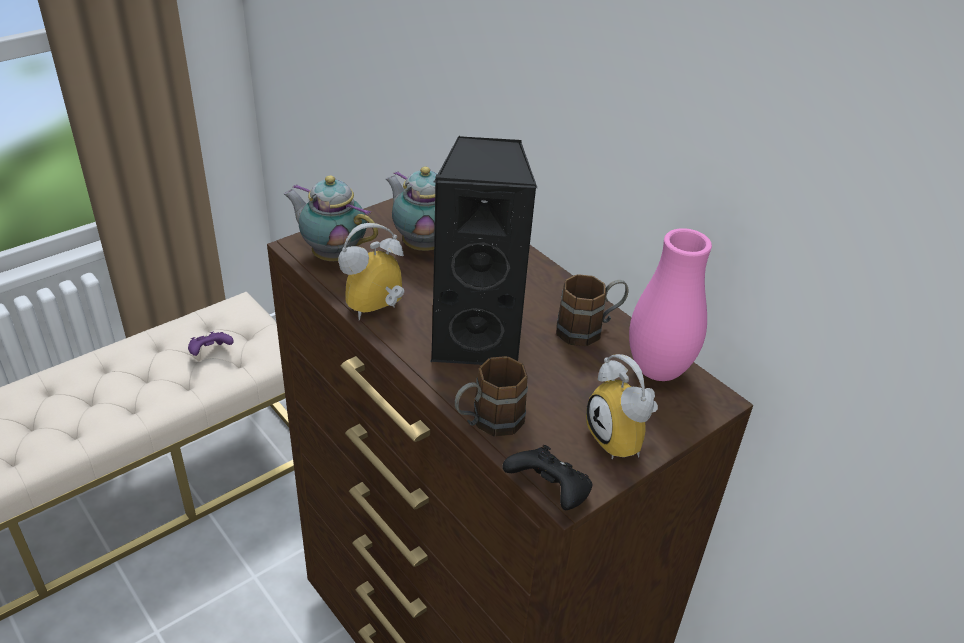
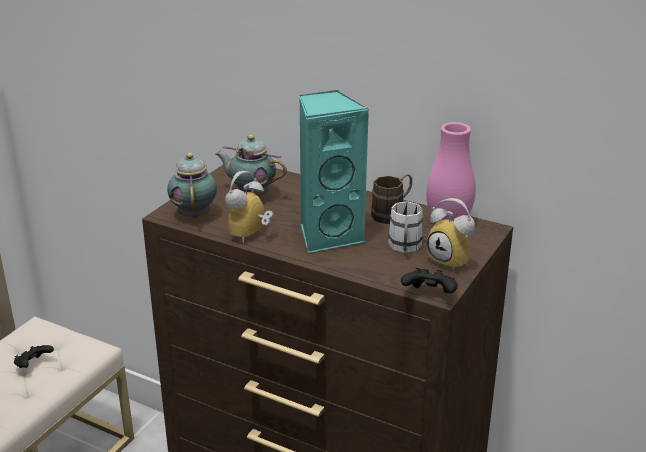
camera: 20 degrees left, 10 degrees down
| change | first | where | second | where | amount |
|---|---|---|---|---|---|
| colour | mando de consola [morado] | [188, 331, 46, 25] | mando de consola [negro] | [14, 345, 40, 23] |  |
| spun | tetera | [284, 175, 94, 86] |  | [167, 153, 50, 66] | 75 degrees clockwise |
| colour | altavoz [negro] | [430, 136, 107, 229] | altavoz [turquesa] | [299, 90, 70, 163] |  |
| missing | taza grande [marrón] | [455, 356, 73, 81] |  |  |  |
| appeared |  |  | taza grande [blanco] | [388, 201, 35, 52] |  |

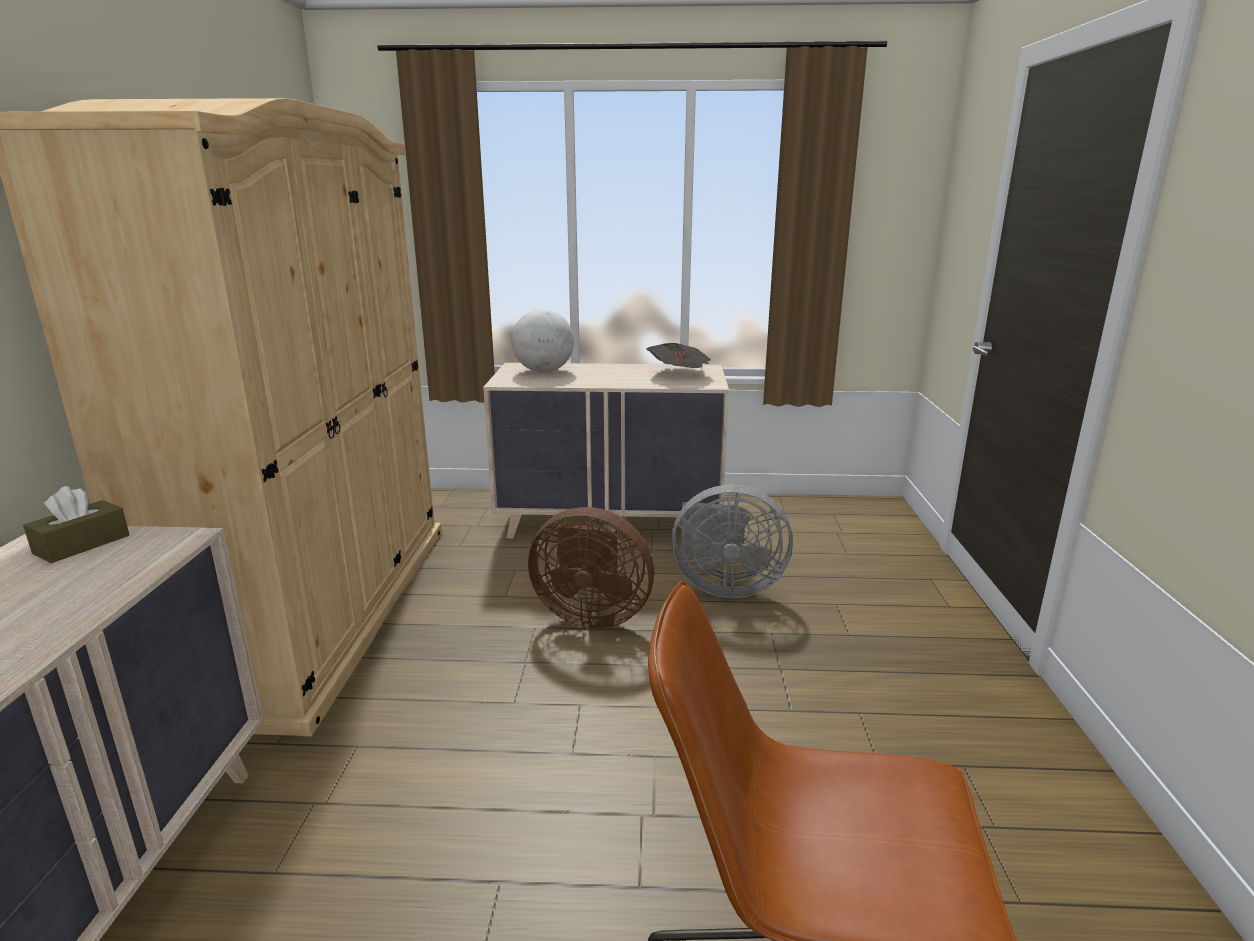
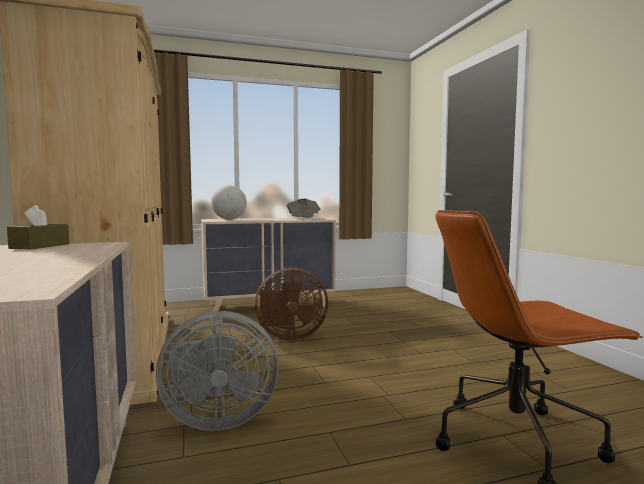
camera: 20 degrees left, 15 degrees down
| change | first | where | second | where | amount |
|---|---|---|---|---|---|
| relocated | ventilador [gris] | [671, 485, 122, 113] |  | [156, 311, 123, 120] |  |

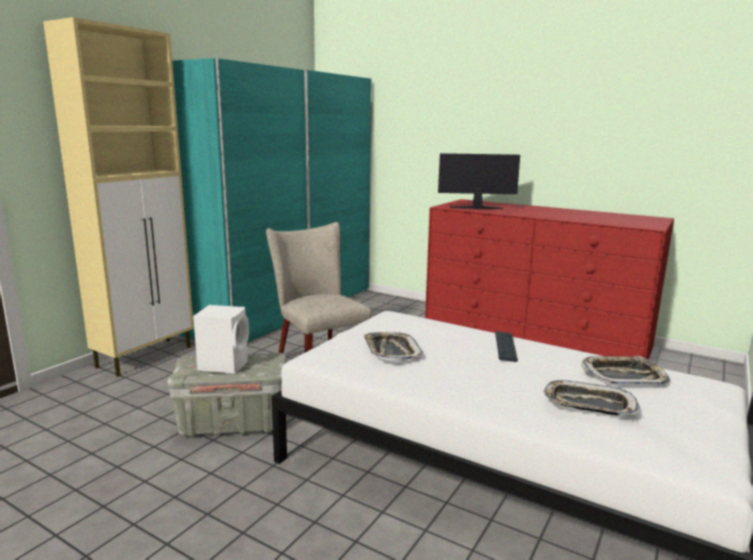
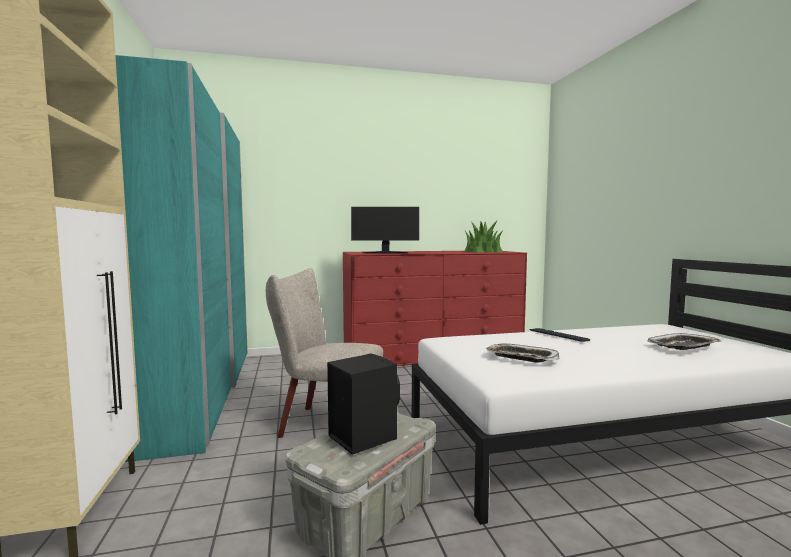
camera: 45 degrees left, 10 degrees down
| change | first | where | second | where | amount |
|---|---|---|---|---|---|
| colour | altavoz [blanco] | [193, 305, 56, 69] | altavoz [negro] | [327, 353, 73, 102] |  |
| spun | monitor | [438, 153, 82, 56] |  | [351, 207, 68, 46] | 135 degrees counterclockwise |
| missing | bandeja | [581, 356, 90, 29] |  |  |  |
| appeared |  |  | planta en maceta | [464, 220, 39, 32] |  |

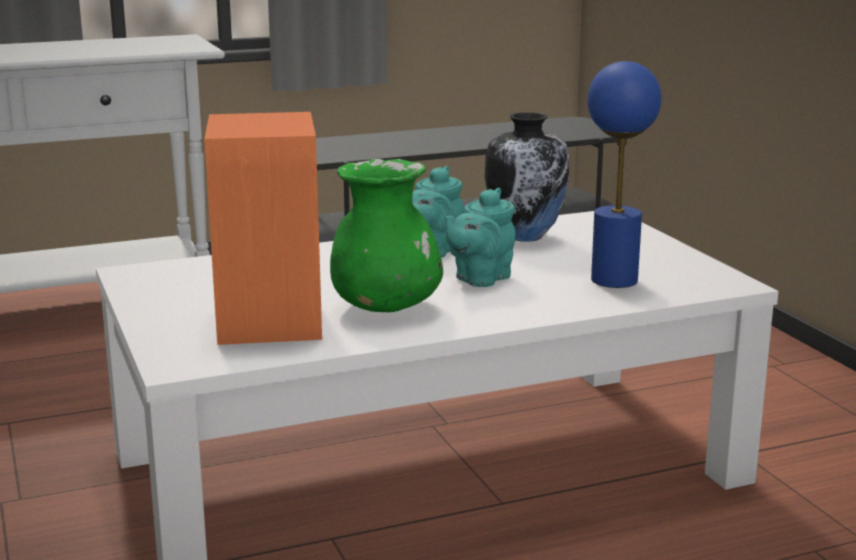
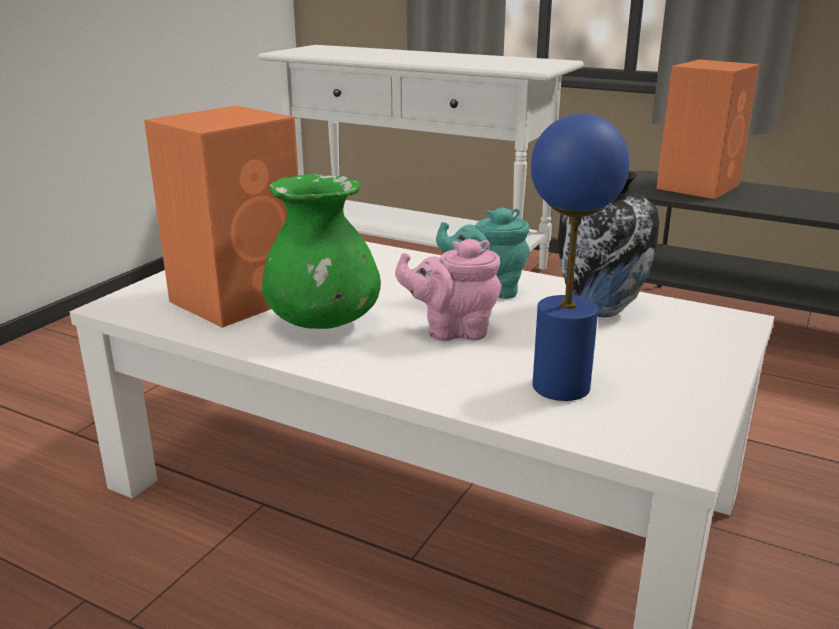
camera: 50 degrees right, 5 degrees up
| change | first | where | second | where | amount |
|---|---|---|---|---|---|
| colour | tetera [turquesa] | [445, 188, 71, 99] | tetera [rosa] | [395, 239, 107, 102] |  |
| appeared |  |  | altavoz [naranja] | [656, 59, 103, 140] |  |

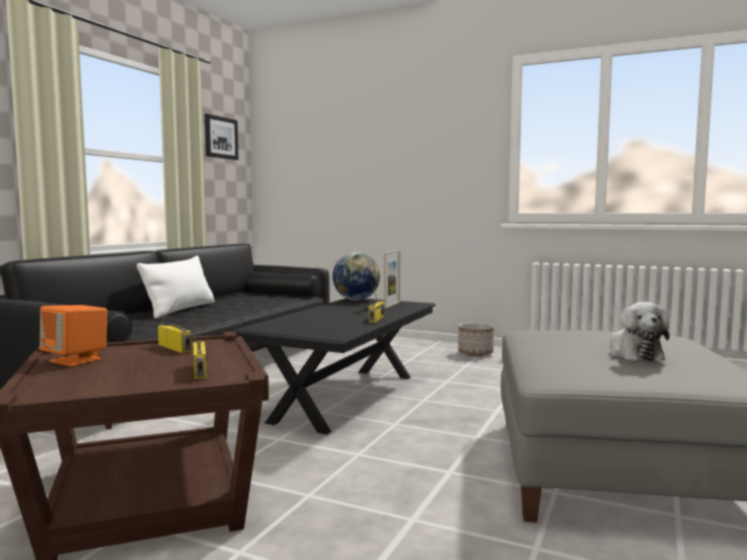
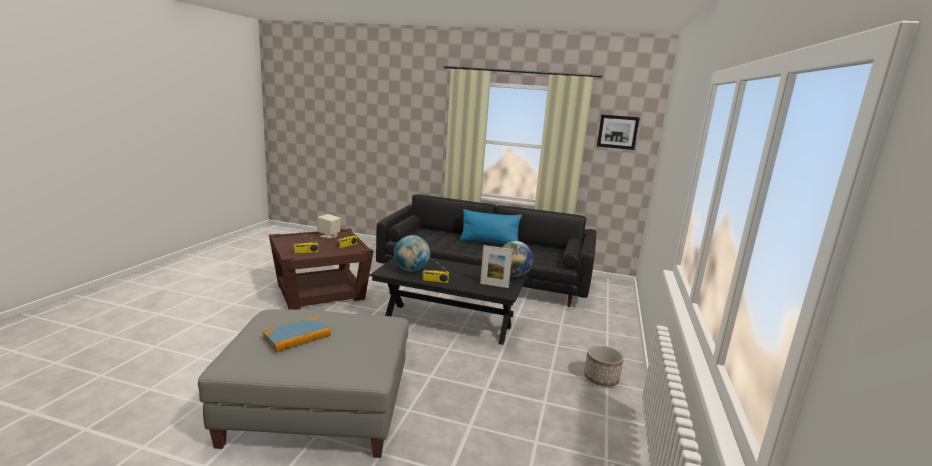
camera: 80 degrees right, 10 degrees up
| change | first | where | second | where | amount |
|---|---|---|---|---|---|
| colour | altavoz [naranja] | [40, 305, 67, 62] | altavoz [beis] | [317, 214, 24, 25] |  |
| colour | cojín [blanco] | [137, 256, 77, 63] | cojín [azul] | [460, 209, 62, 35] |  |
| exchanged | peluche | [610, 302, 60, 59] | libro | [262, 317, 69, 35] |  |
| appeared |  |  | globo terráqueo | [394, 235, 36, 37] |  |

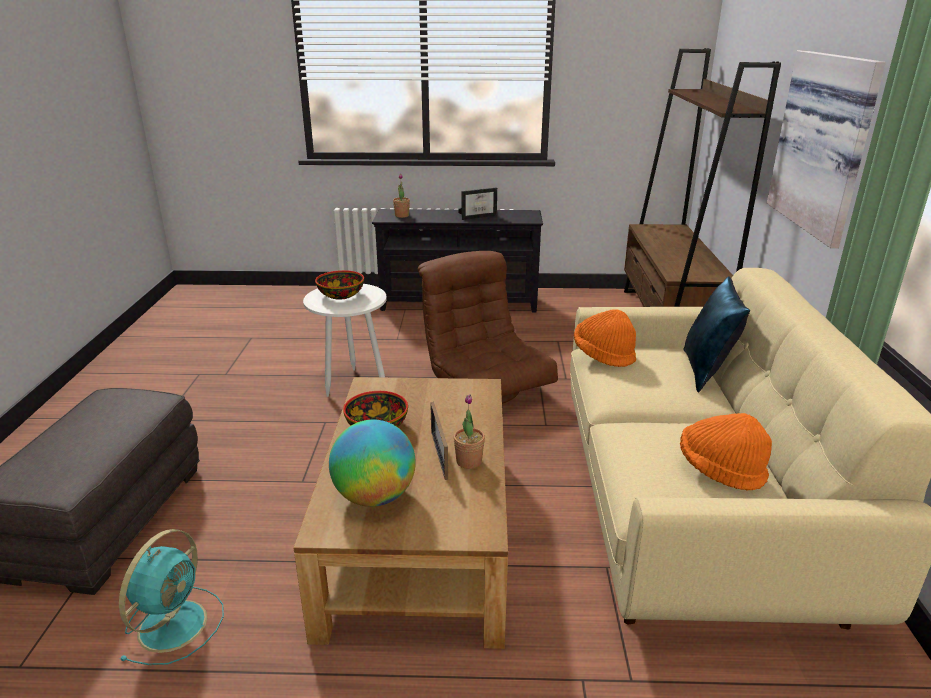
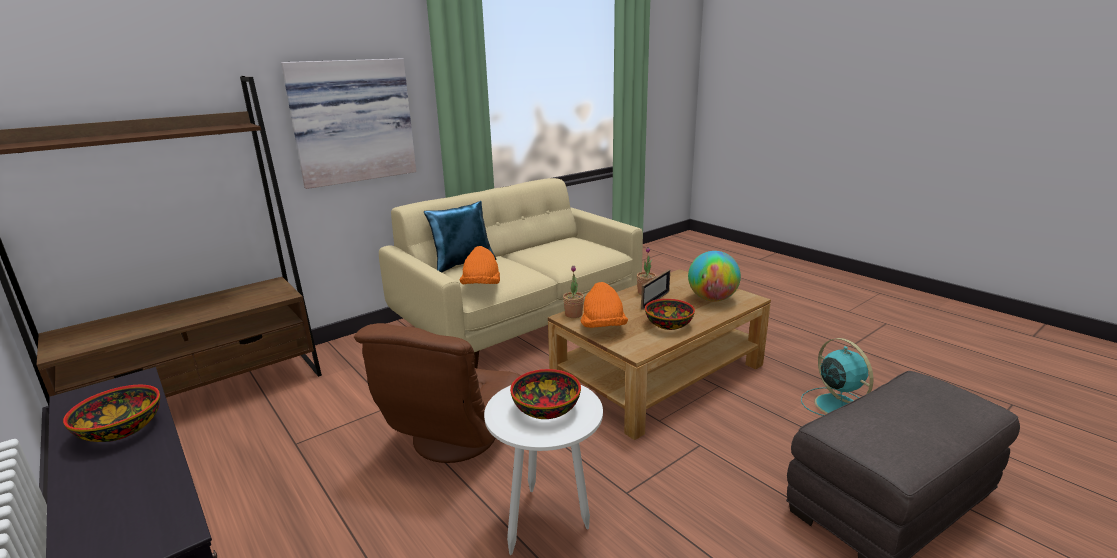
camera: 130 degrees left, 5 degrees down
| change | first | where | second | where | amount |
|---|---|---|---|---|---|
| spun | ventilador [turquesa] | [119, 529, 105, 136] |  | [801, 338, 72, 78] | 90 degrees clockwise |
| relocated | planta en maceta | [393, 174, 17, 44] |  | [563, 265, 21, 53] |  |
| exchanged | portarretratos | [458, 188, 39, 32] | cuenco | [63, 385, 97, 57] |  |
| relocated | sombrero [naranja] | [680, 413, 92, 78] |  | [580, 282, 48, 46] |  |

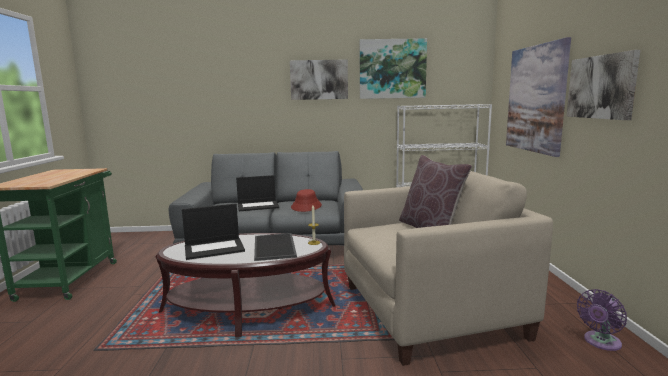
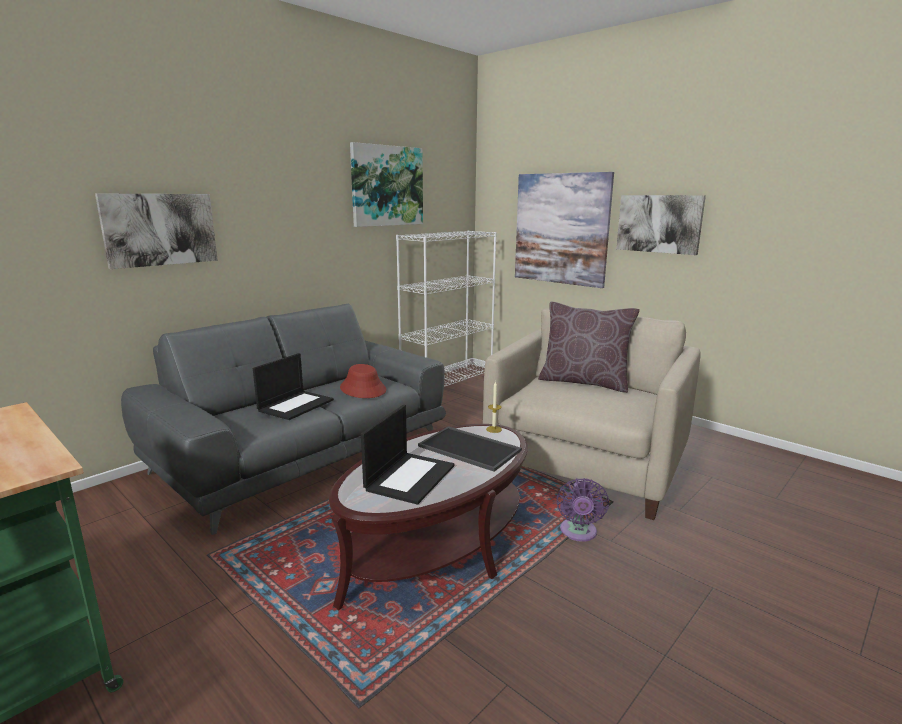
camera: 45 degrees left, 5 degrees up
| change | first | where | second | where | amount |
|---|---|---|---|---|---|
| relocated | cuadro | [290, 59, 58, 41] |  | [95, 194, 123, 75] |  |
| relocated | ventilador [morado] | [577, 289, 50, 62] |  | [556, 478, 53, 64] |  |

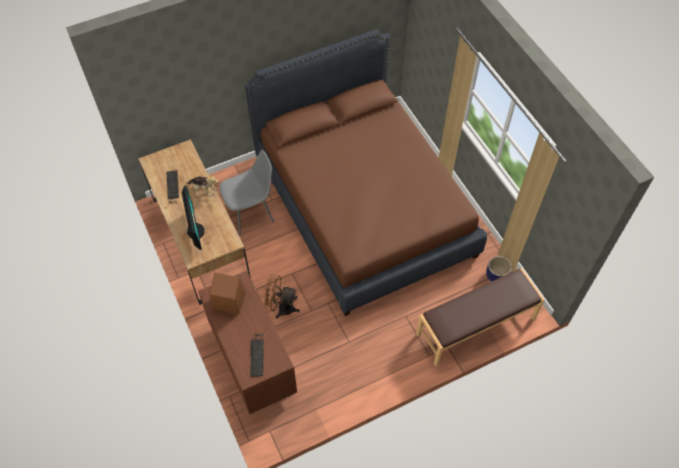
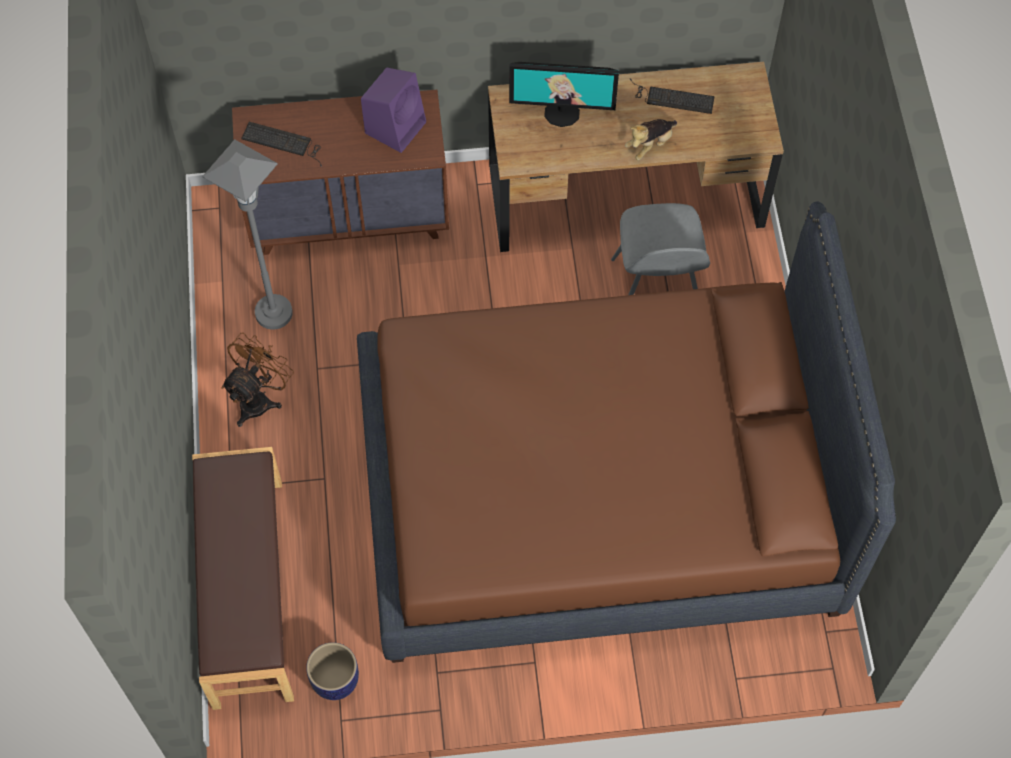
camera: 110 degrees right, 5 degrees up
| change | first | where | second | where | amount |
|---|---|---|---|---|---|
| colour | altavoz [marrón] | [209, 273, 37, 42] | altavoz [morado] | [361, 68, 65, 85] |  |
| relocated | ventilador [marrón] | [263, 275, 37, 44] |  | [222, 332, 72, 95] |  |
| appeared |  |  | lámpara de pie [gris] | [202, 139, 91, 191] |  |

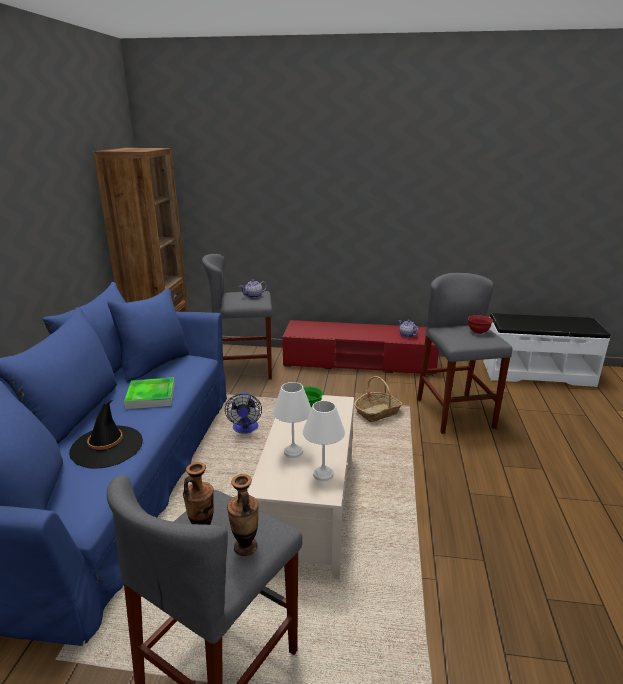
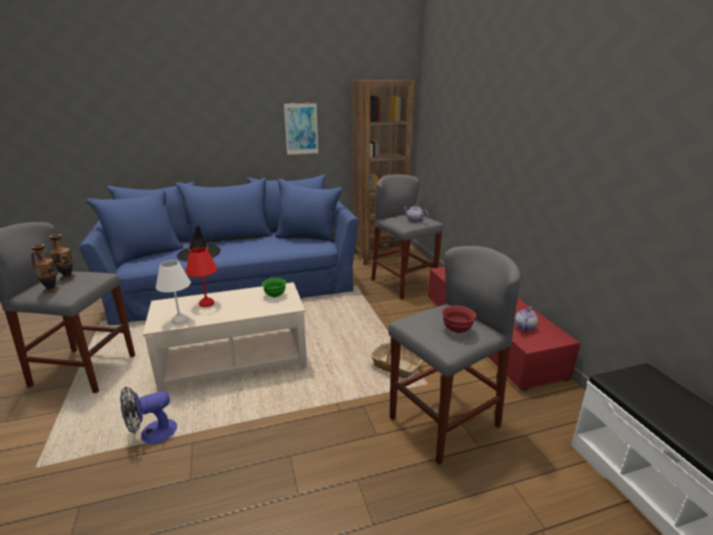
camera: 65 degrees right, 0 degrees up
| change | first | where | second | where | amount |
|---|---|---|---|---|---|
| missing | bandeja | [124, 377, 51, 32] |  |  |  |
| relocated | ventilador | [225, 392, 37, 41] |  | [120, 387, 57, 57] |  |
| colour | lámpara de mesa [blanco] | [273, 382, 38, 76] | lámpara de mesa [rojo] | [185, 247, 32, 60] |  |
| appeared |  |  | cuadro | [284, 103, 34, 52] |  |

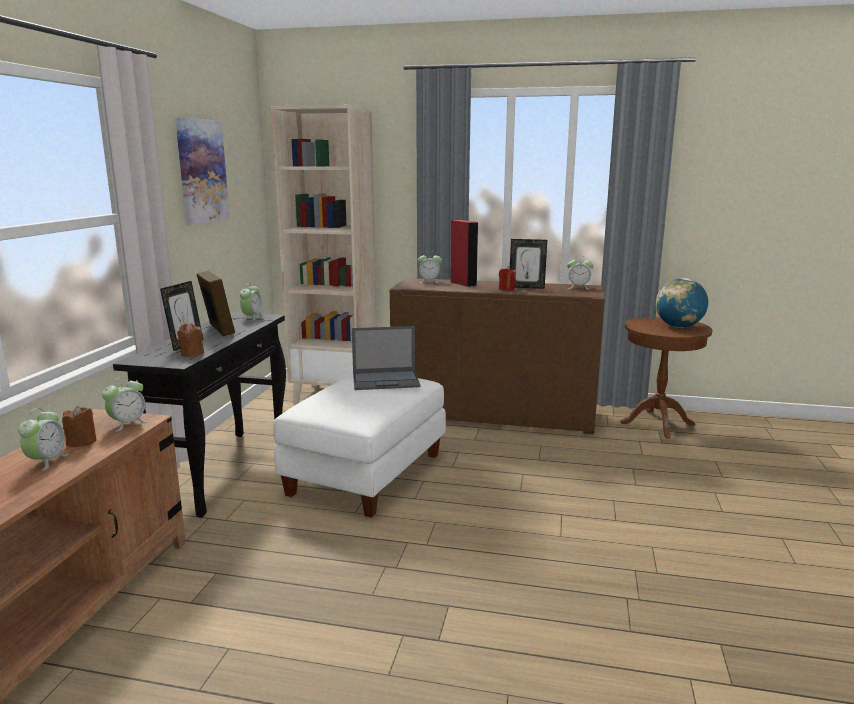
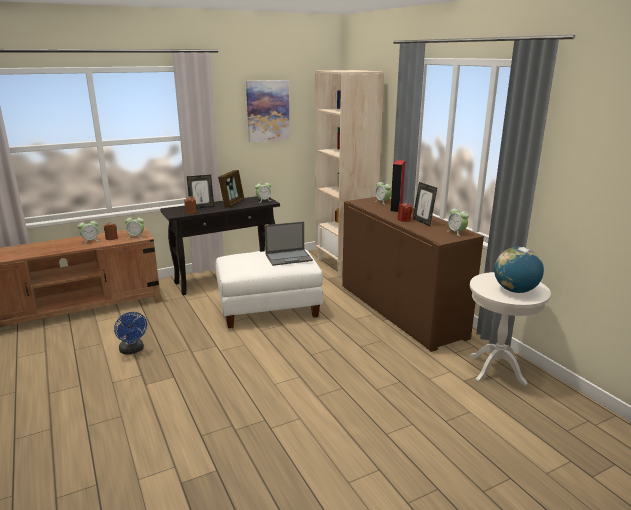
camera: 50 degrees right, 5 degrees up
| change | first | where | second | where | amount |
|---|---|---|---|---|---|
| spun | portátil | [352, 326, 69, 64] |  | [264, 221, 49, 45] | 60 degrees counterclockwise |
| colour | mesa auxiliar [marrón] | [621, 317, 92, 121] | mesa auxiliar [blanco] | [469, 272, 82, 114] |  |
| appeared |  |  | ventilador [azul] | [114, 312, 33, 42] |  |

